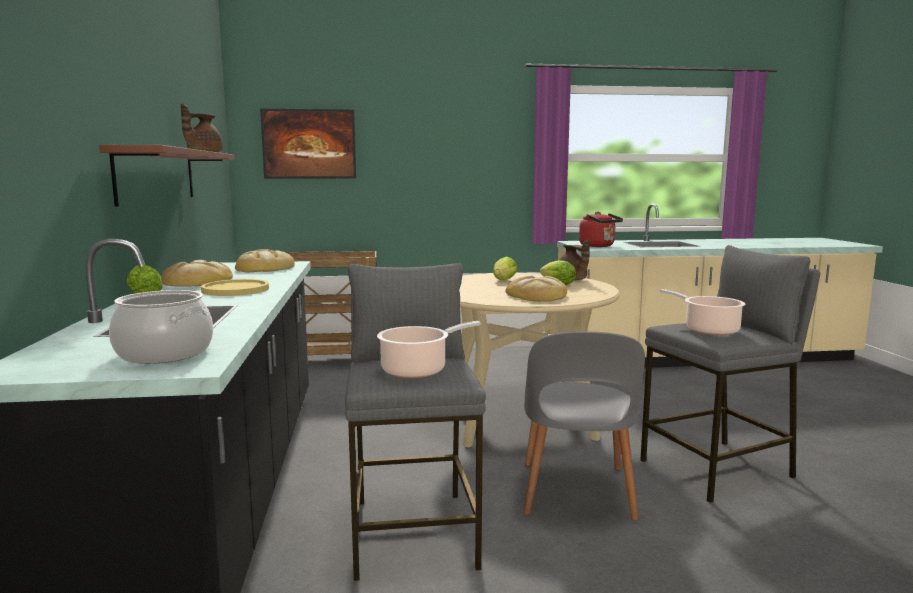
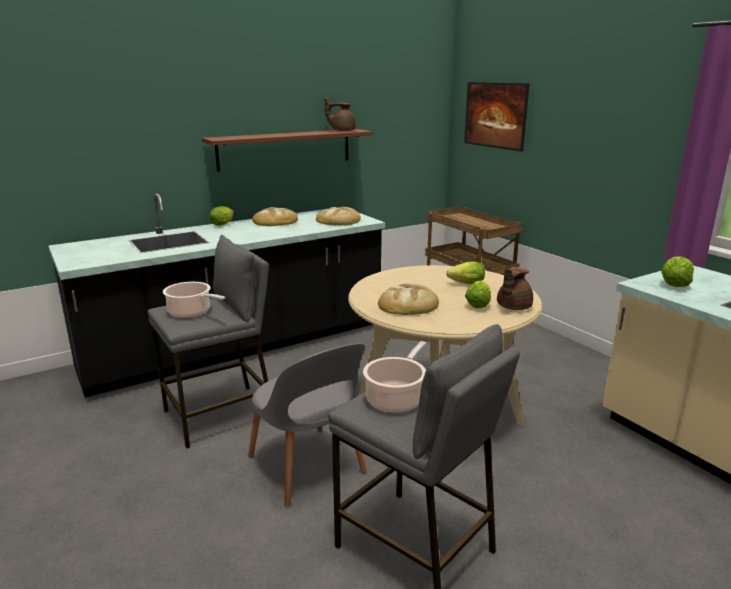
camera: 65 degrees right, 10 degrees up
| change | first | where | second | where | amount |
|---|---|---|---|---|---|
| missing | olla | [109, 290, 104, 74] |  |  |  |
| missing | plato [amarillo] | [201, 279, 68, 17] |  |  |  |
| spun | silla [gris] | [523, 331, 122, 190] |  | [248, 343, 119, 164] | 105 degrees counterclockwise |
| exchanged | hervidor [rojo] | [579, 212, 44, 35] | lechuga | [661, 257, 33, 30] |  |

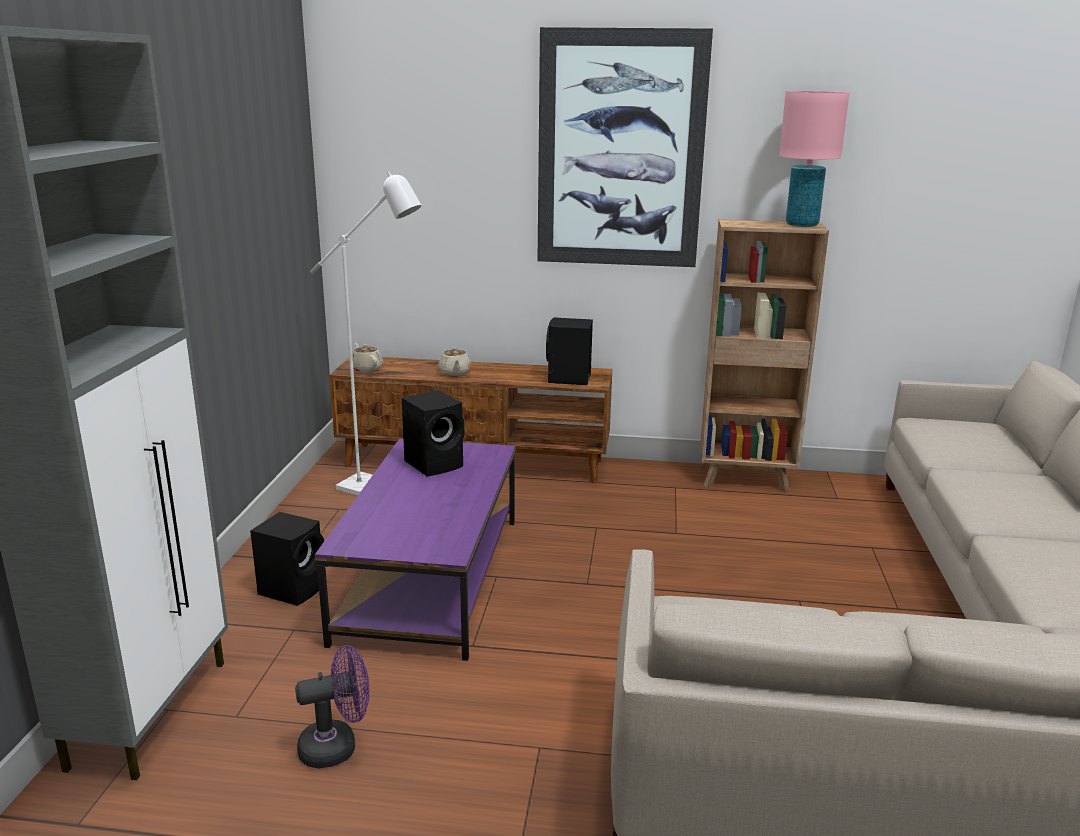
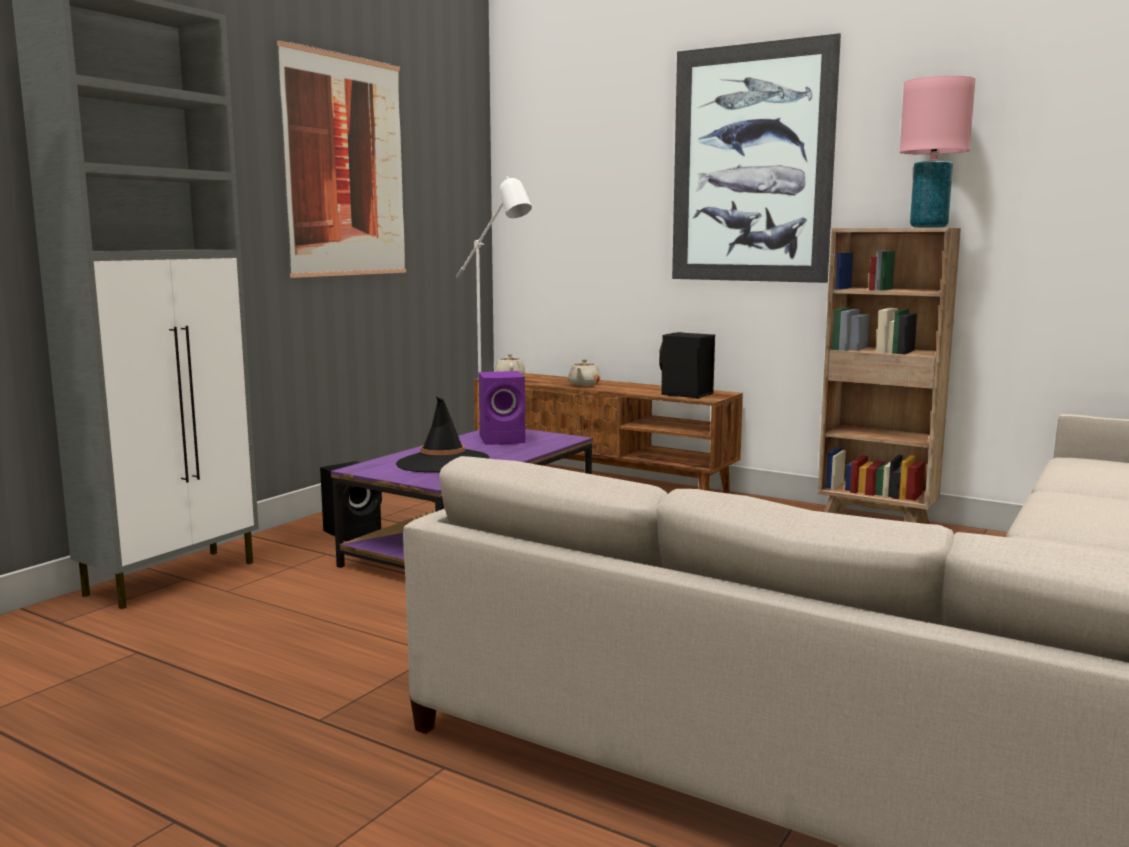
camera: 25 degrees right, 10 degrees down
| change | first | where | second | where | amount |
|---|---|---|---|---|---|
| missing | ventilador [morado] | [295, 645, 75, 123] |  |  |  |
| colour | altavoz [negro] | [402, 390, 63, 86] | altavoz [morado] | [478, 371, 48, 74] |  |
| appeared |  |  | cuadro | [277, 41, 129, 237] |  |
| appeared |  |  | sombrero [negro] | [396, 397, 93, 75] |  |

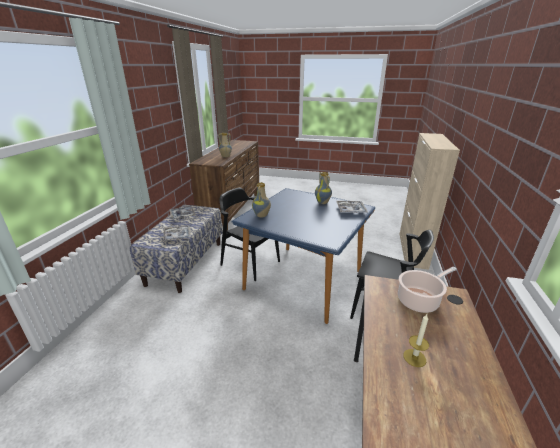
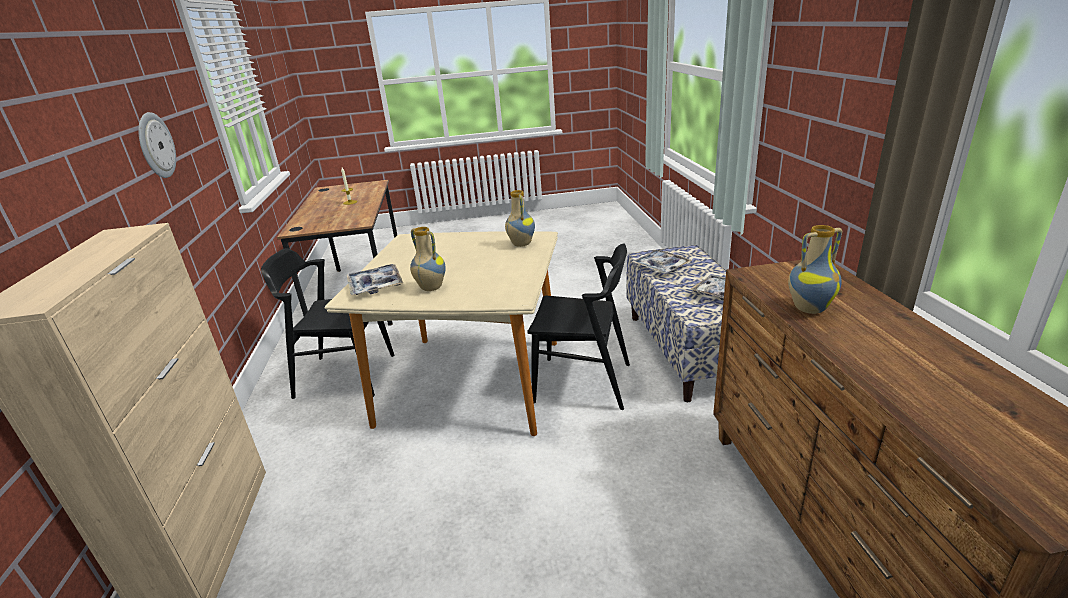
camera: 160 degrees right, 0 degrees up
| change | first | where | second | where | amount |
|---|---|---|---|---|---|
| colour | mesa de comedor [azul] | [231, 188, 145, 136] | mesa de comedor [beis] | [325, 231, 233, 205] |  |
| missing | olla | [398, 267, 59, 46] |  |  |  |
| appeared |  |  | reloj de pared | [138, 112, 38, 66] |  |

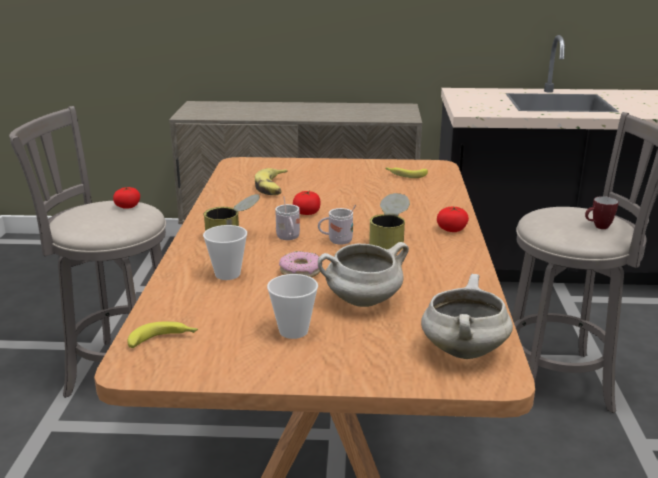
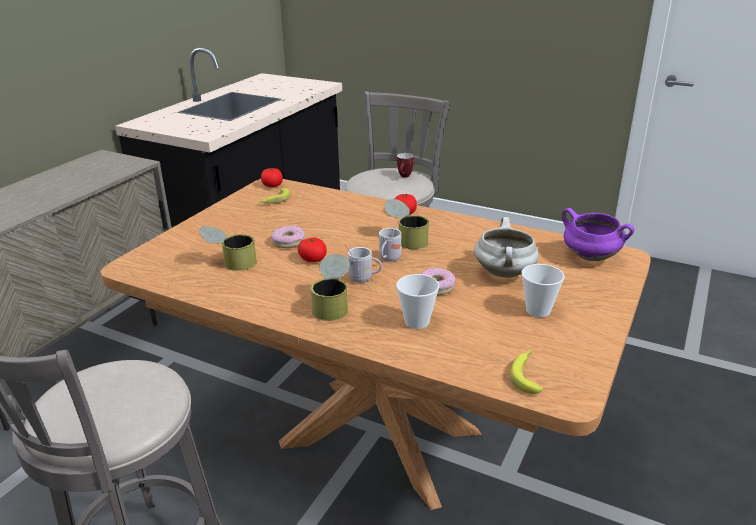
camera: 65 degrees left, 5 degrees up
| change | first | where | second | where | amount |
|---|---|---|---|---|---|
| relocated | tomate | [113, 187, 27, 22] |  | [261, 168, 22, 19] |  |
| exchanged | plátano | [255, 168, 33, 27] | lata | [199, 226, 58, 45] |  |
| colour | olla [blanco] | [421, 274, 92, 85] | olla [morado] | [562, 208, 73, 53] |  |
| appeared |  |  | rosquilla | [271, 226, 34, 22] |  |

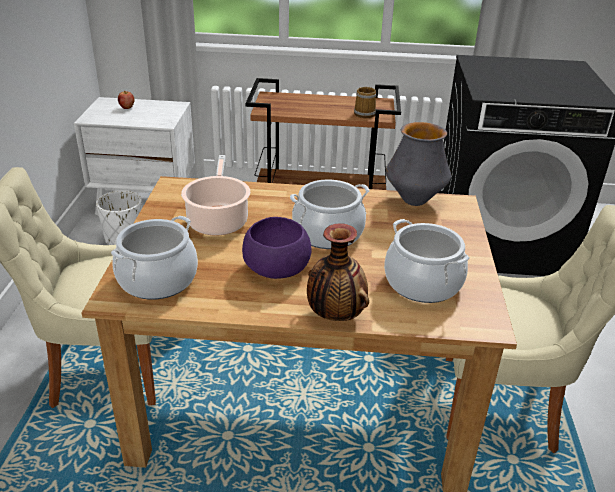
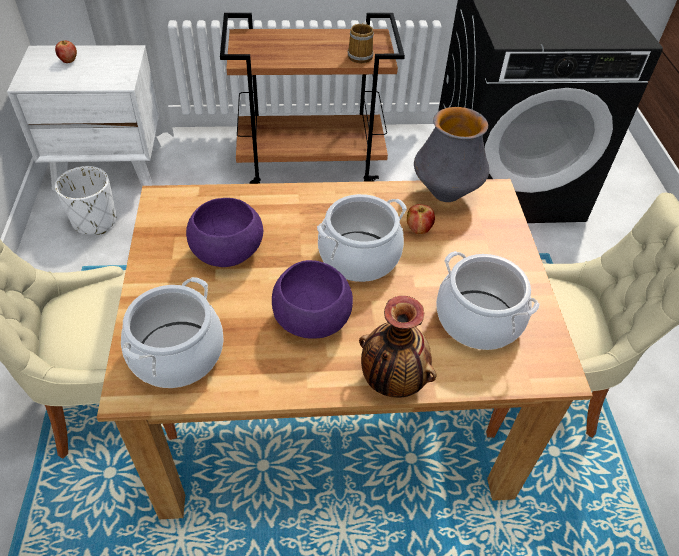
camera: 10 degrees left, 15 degrees up
| change | first | where | second | where | amount |
|---|---|---|---|---|---|
| exchanged | olla | [181, 155, 69, 81] | cuenco [morado] | [186, 198, 77, 69] |  |
| appeared |  |  | manzana | [407, 204, 28, 30] |  |

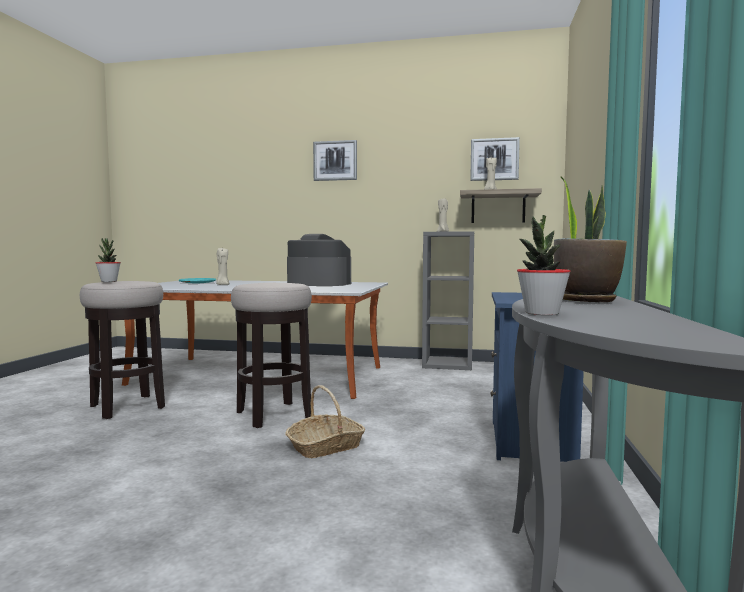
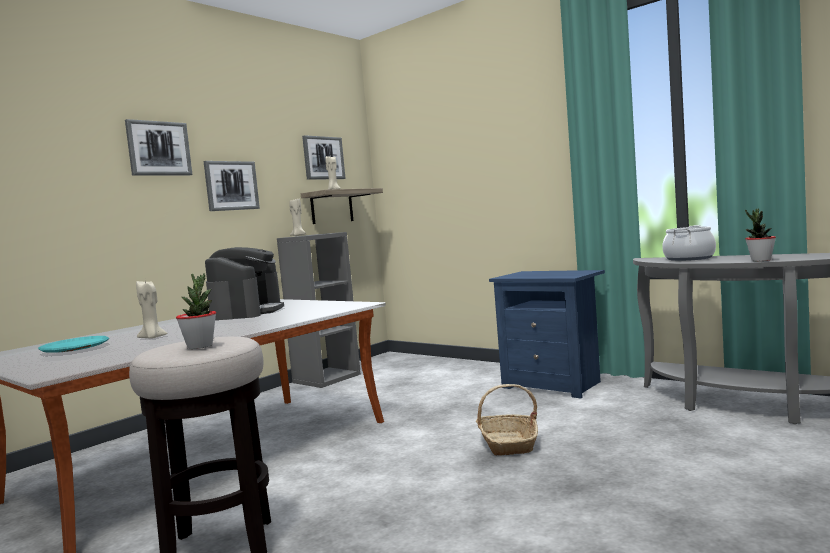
camera: 60 degrees left, 0 degrees up
| change | first | where | second | where | amount |
|---|---|---|---|---|---|
| missing | taburete | [231, 283, 81, 145] |  |  |  |
| spun | cafetera | [287, 234, 64, 52] |  | [205, 247, 79, 73] | 135 degrees clockwise |
| exchanged | planta en maceta | [554, 176, 73, 126] | olla | [662, 225, 54, 36] |  |
| appeared |  |  | cuadro | [204, 161, 56, 50] |  |

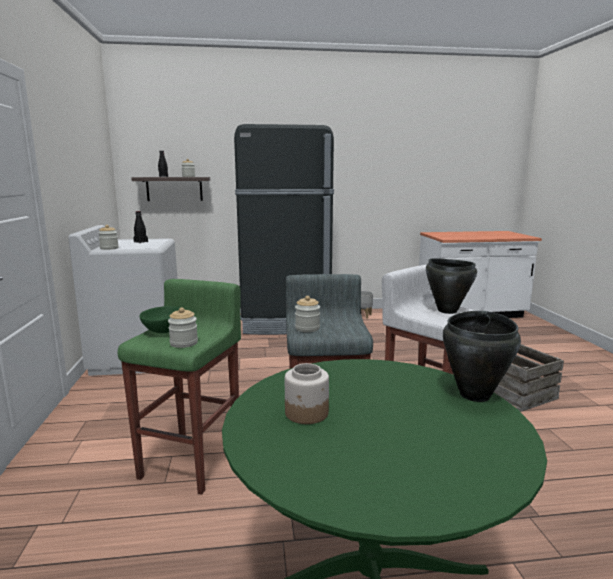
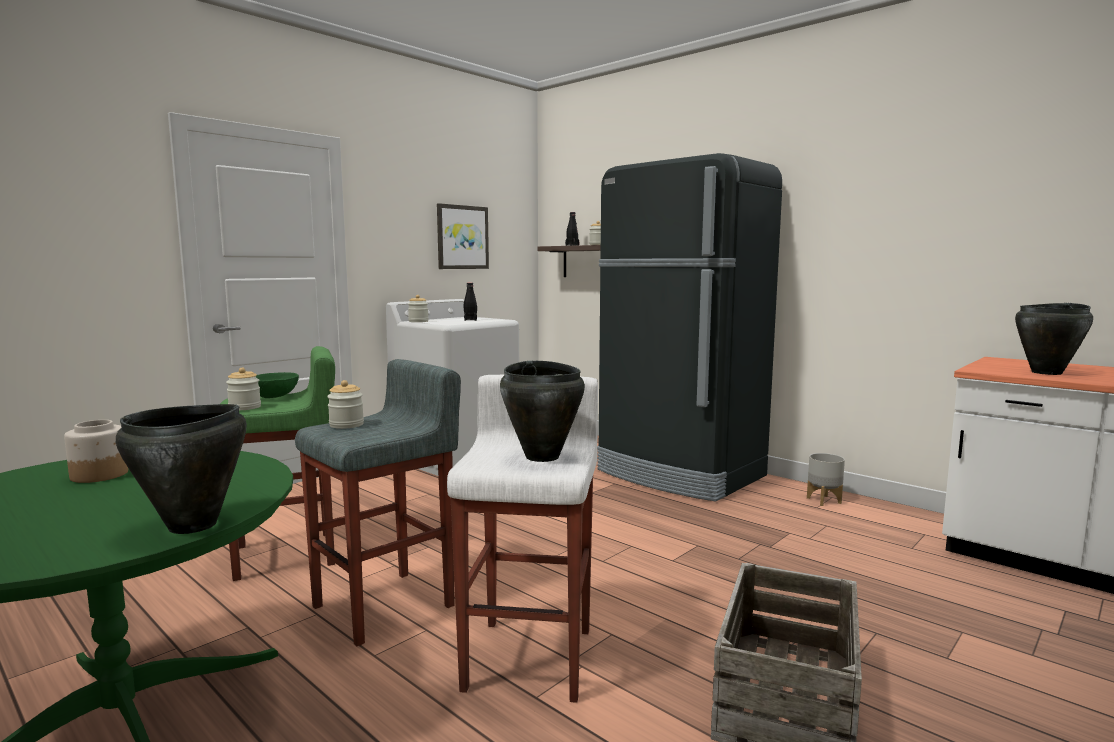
camera: 50 degrees right, 5 degrees down
| change | first | where | second | where | amount |
|---|---|---|---|---|---|
| appeared |  |  | cuadro | [437, 203, 52, 66] |  |
| appeared |  |  | olla [negro] | [1015, 303, 78, 72] |  |

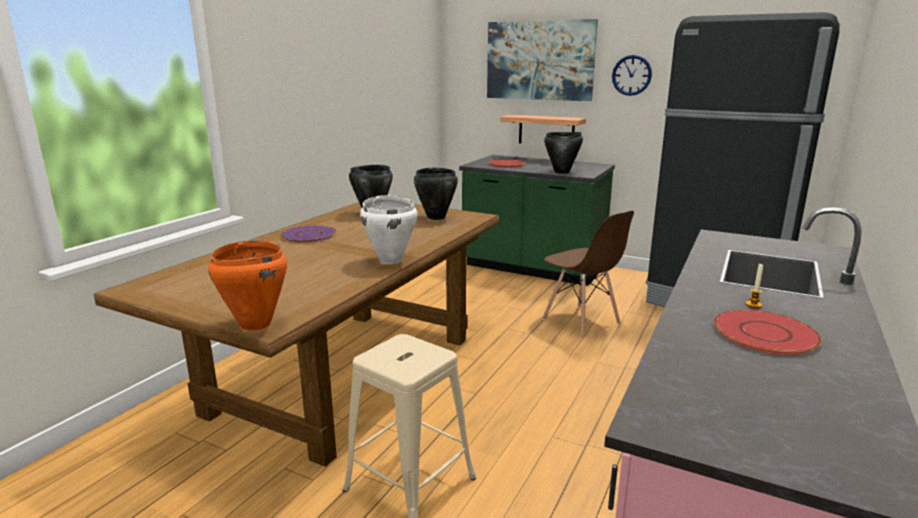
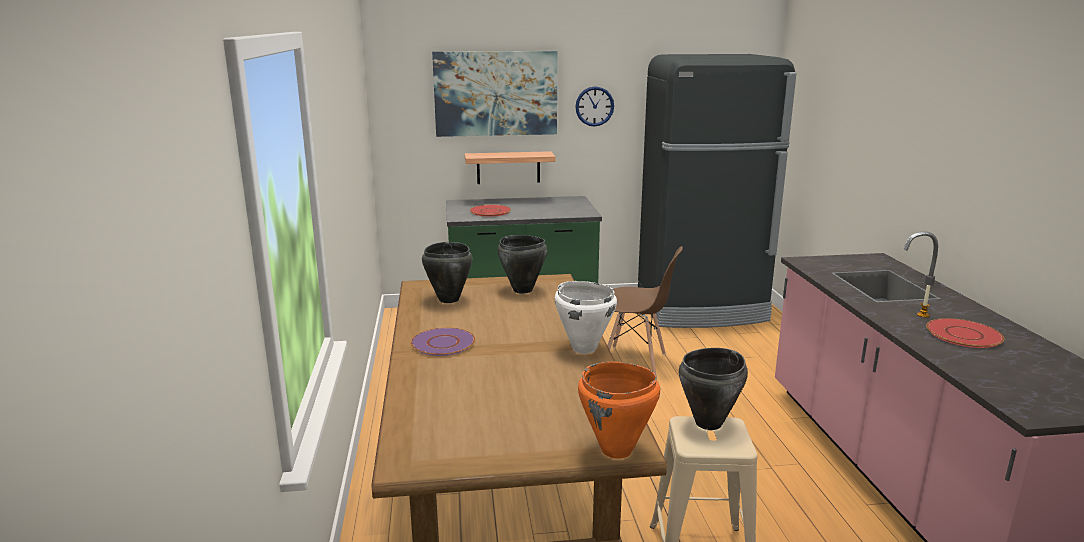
camera: 35 degrees left, 0 degrees up
| change | first | where | second | where | amount |
|---|---|---|---|---|---|
| relocated | olla [negro] | [544, 132, 39, 42] |  | [679, 348, 69, 82] |  |

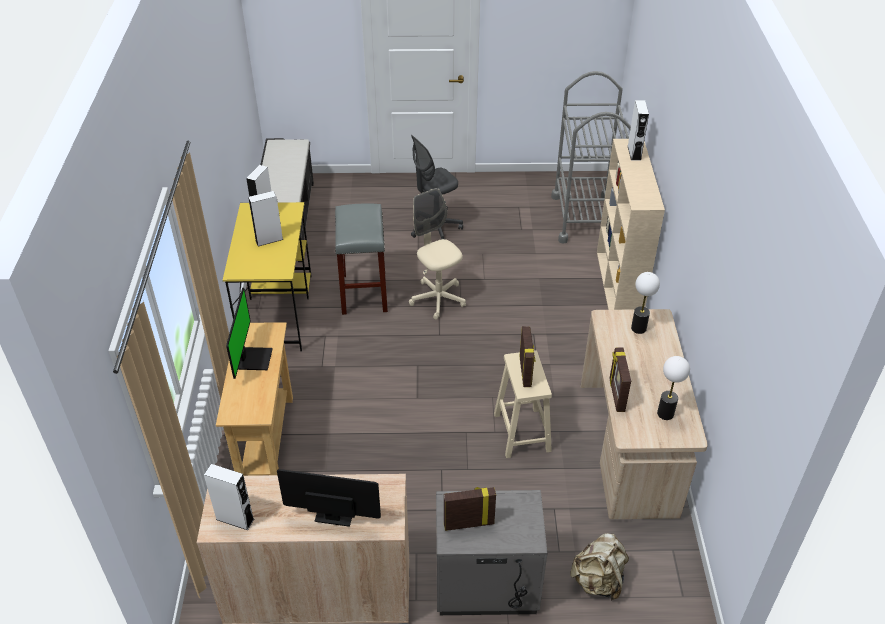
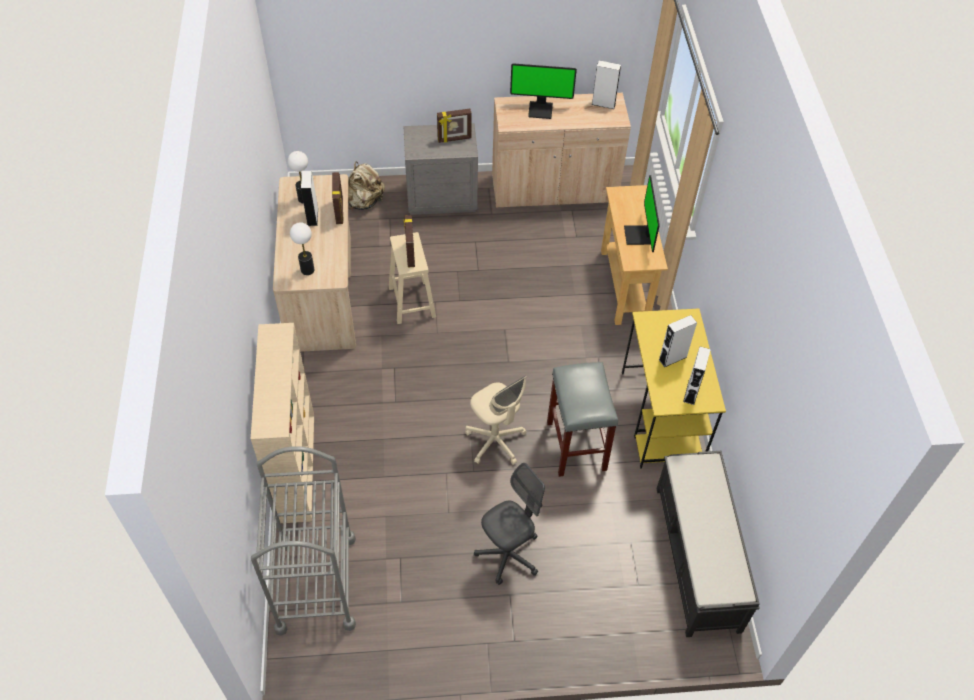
camera: 175 degrees right, 10 degrees up
| change | first | where | second | where | amount |
|---|---|---|---|---|---|
| relocated | altavoz [blanco] | [628, 100, 21, 61] |  | [301, 171, 17, 55] |  |

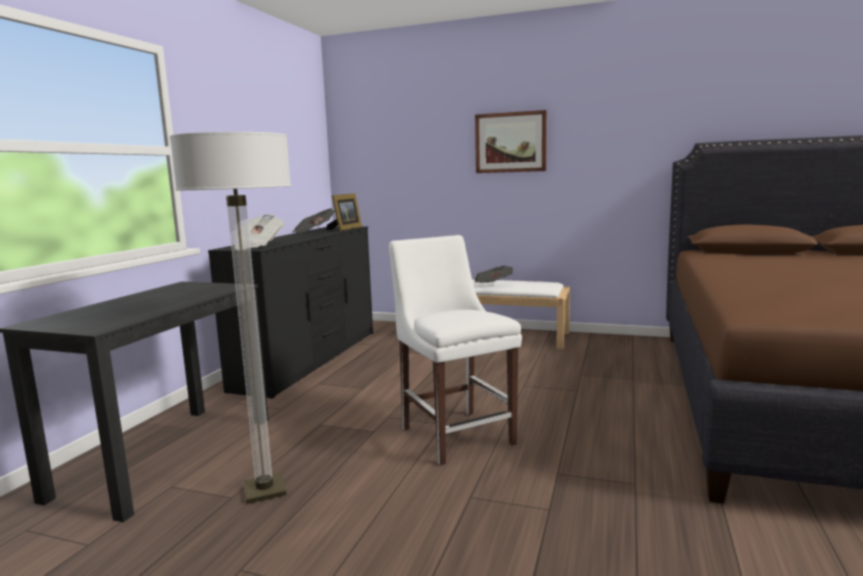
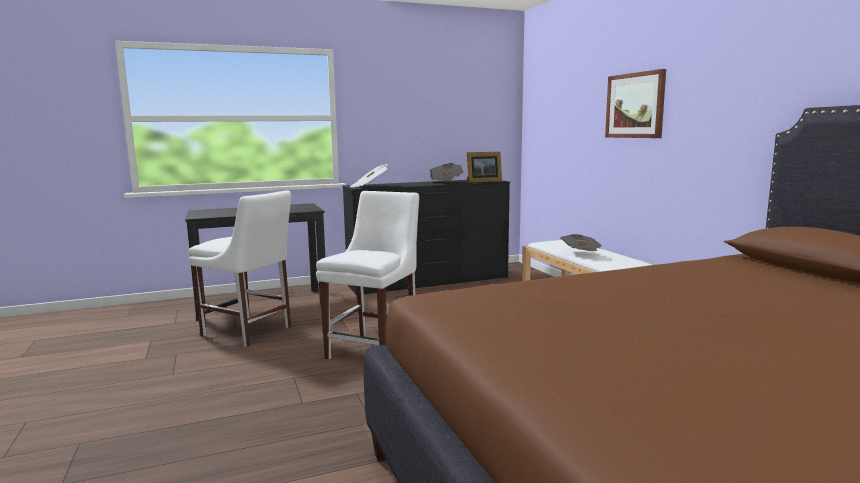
camera: 50 degrees right, 0 degrees up
| change | first | where | second | where | amount |
|---|---|---|---|---|---|
| exchanged | lámpara de pie | [170, 132, 121, 372] | silla [blanco] | [189, 190, 102, 157] |  |

